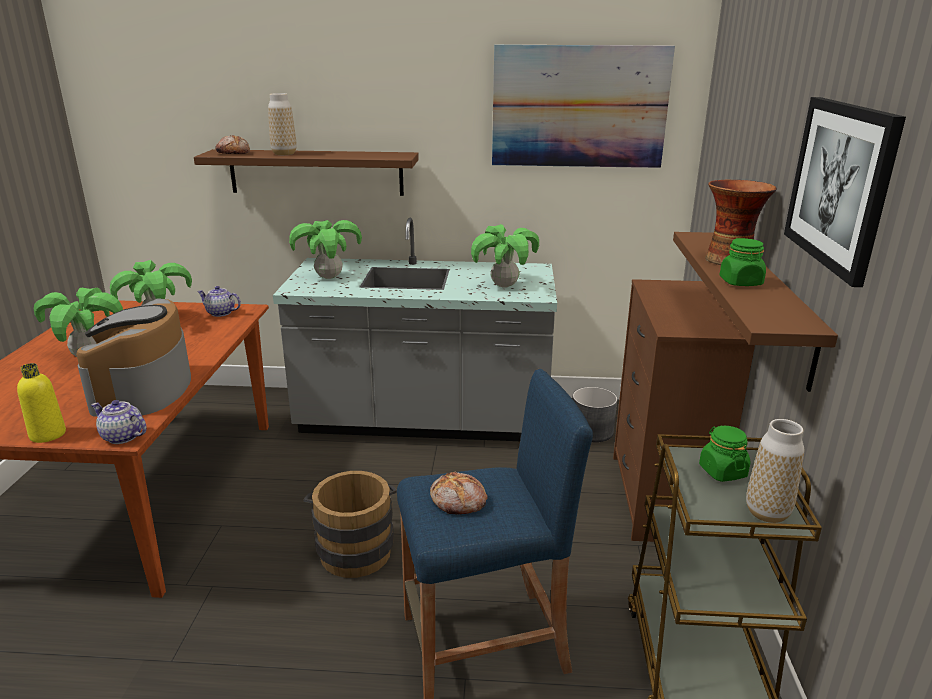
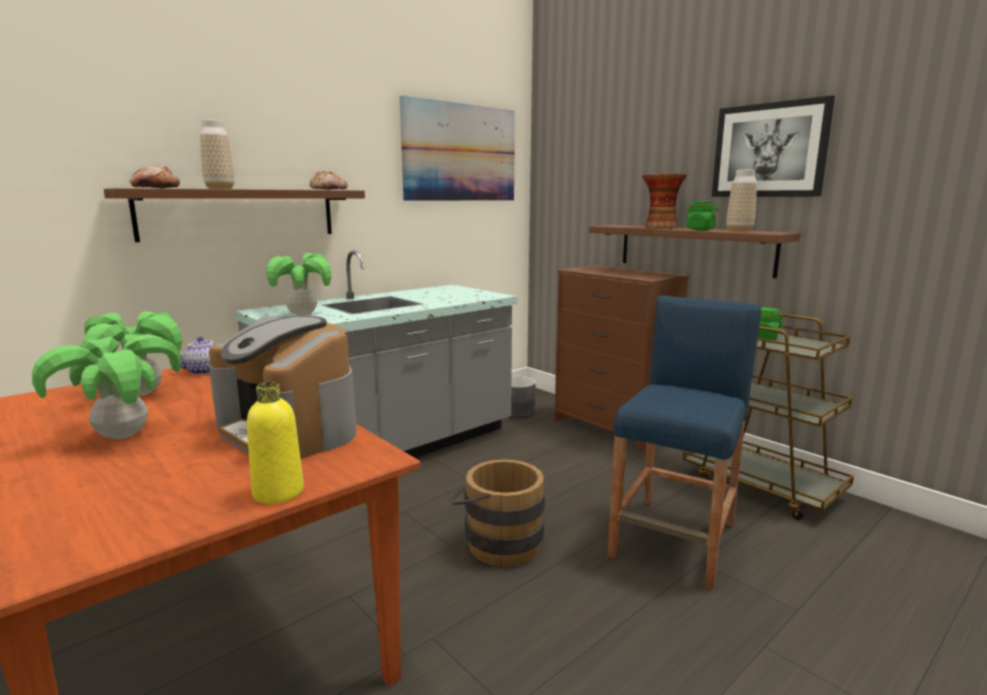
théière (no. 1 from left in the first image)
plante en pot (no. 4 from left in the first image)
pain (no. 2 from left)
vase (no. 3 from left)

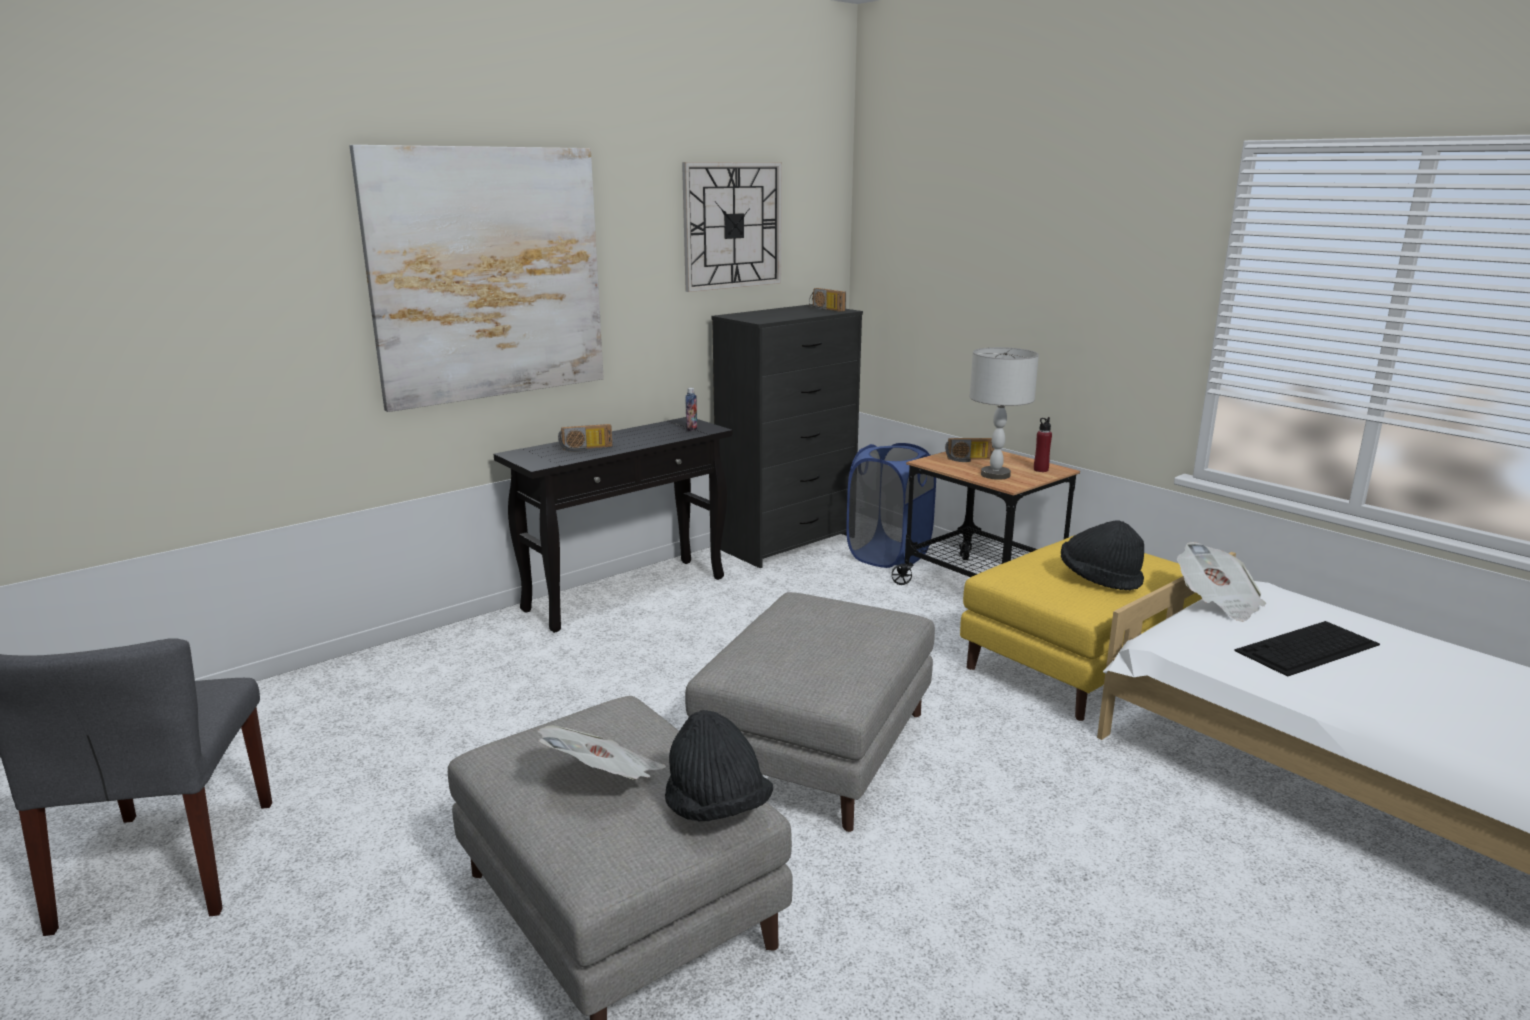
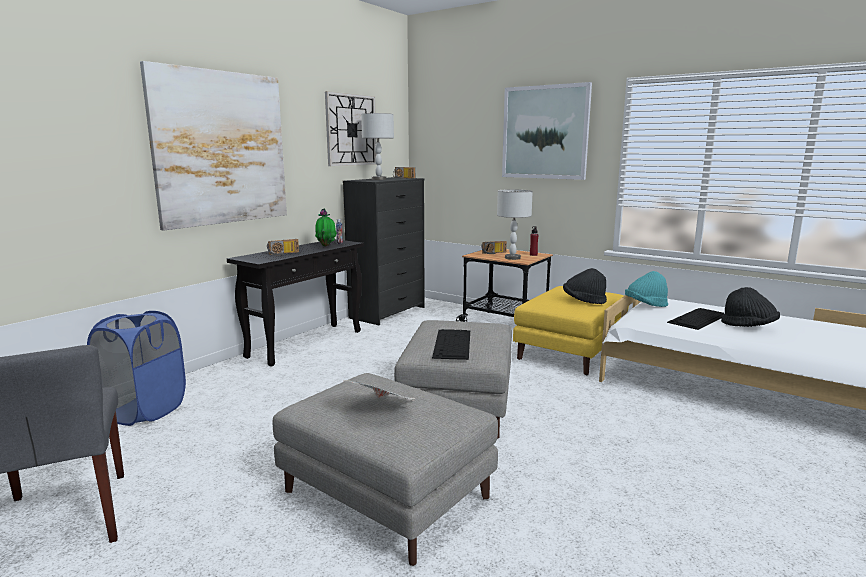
plante en pot
lampe de table/gris (no. 1 from left)
clavier (no. 1 from left)
tableau (no. 2 from left)
chapeau/noir (no. 2 from left)
panier à linge/bleu
chapeau/turquoise

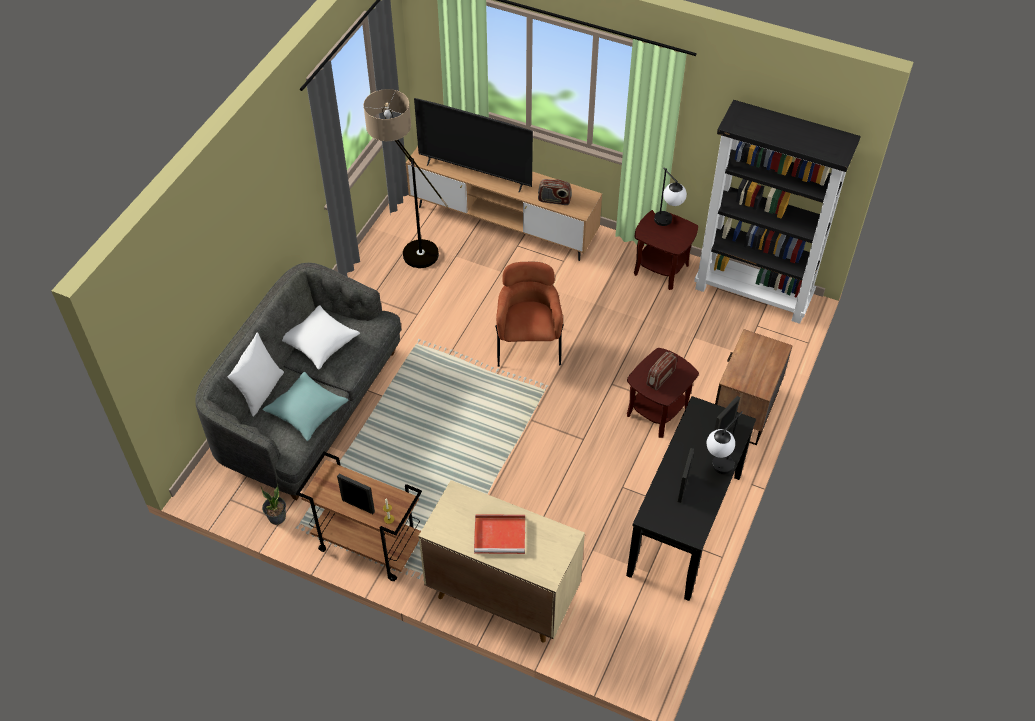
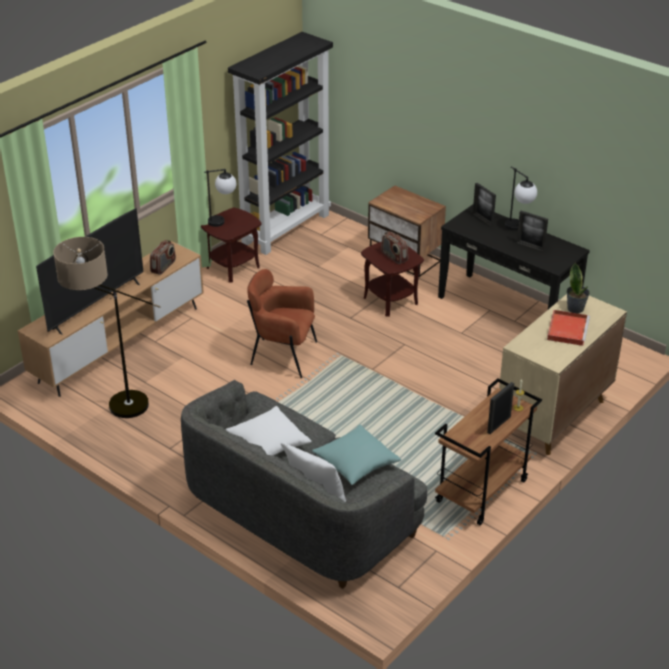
plante en pot

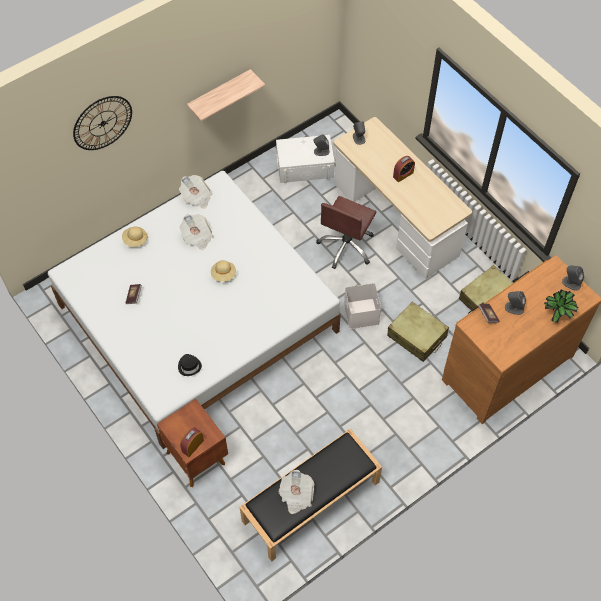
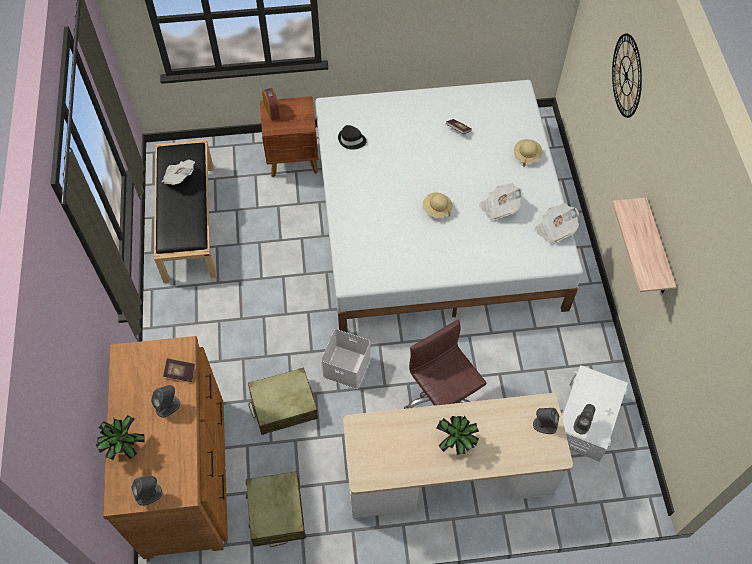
plante en pot (no. 2 from left)

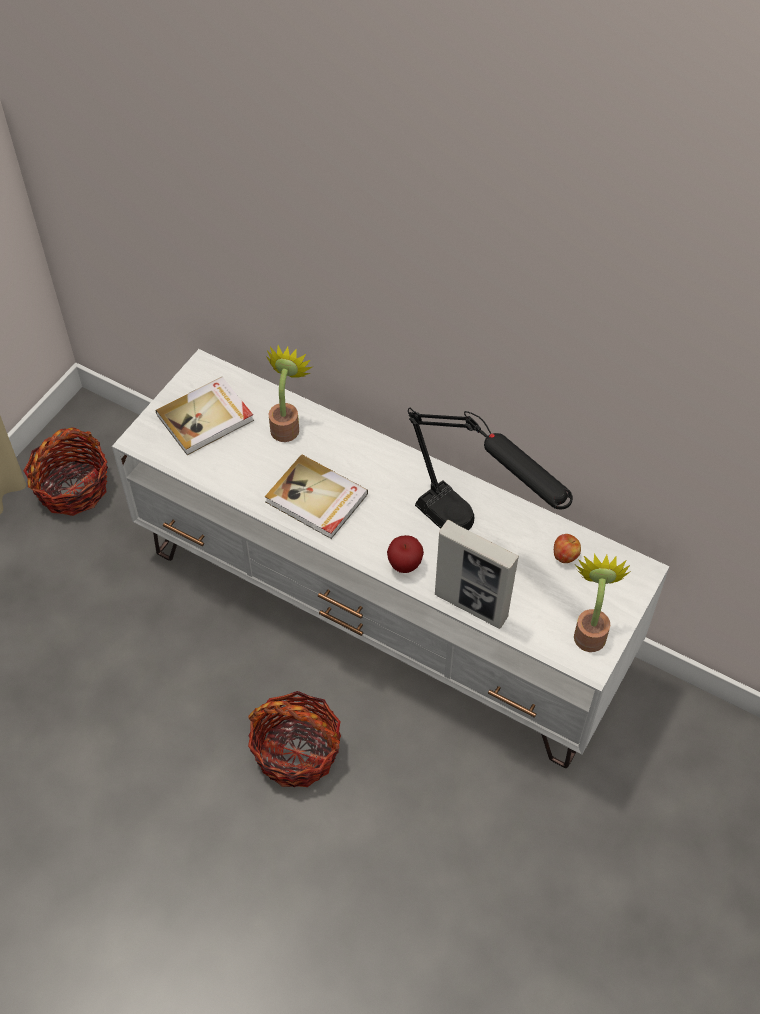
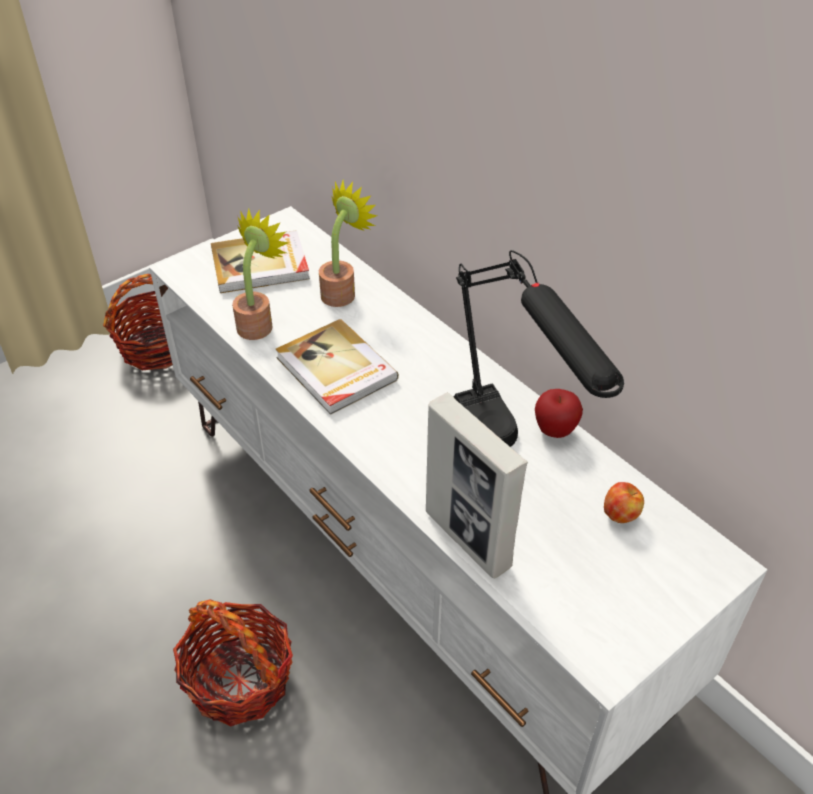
pomme (no. 1 from left)
plante en pot (no. 1 from left)

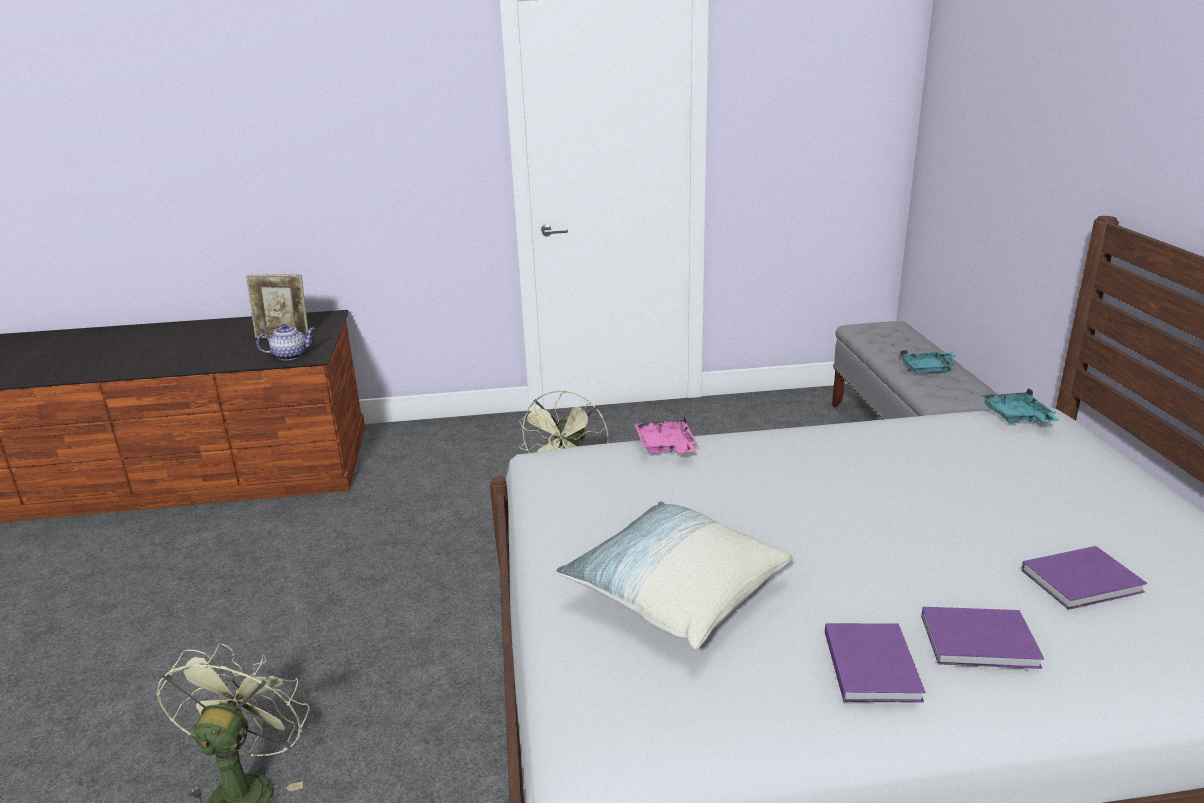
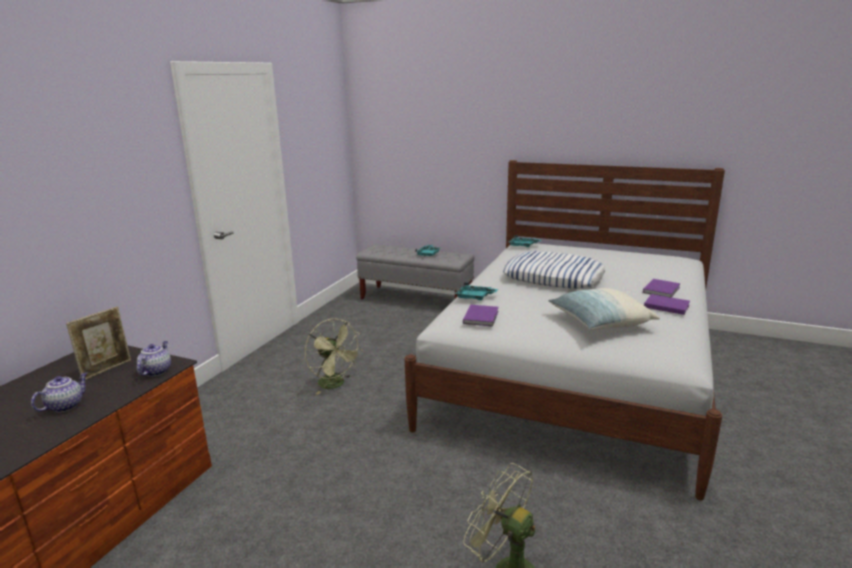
théière (no. 1 from left)
coussin (no. 1 from left)
livre/violet (no. 1 from left)
plateau/turquoise (no. 2 from left)

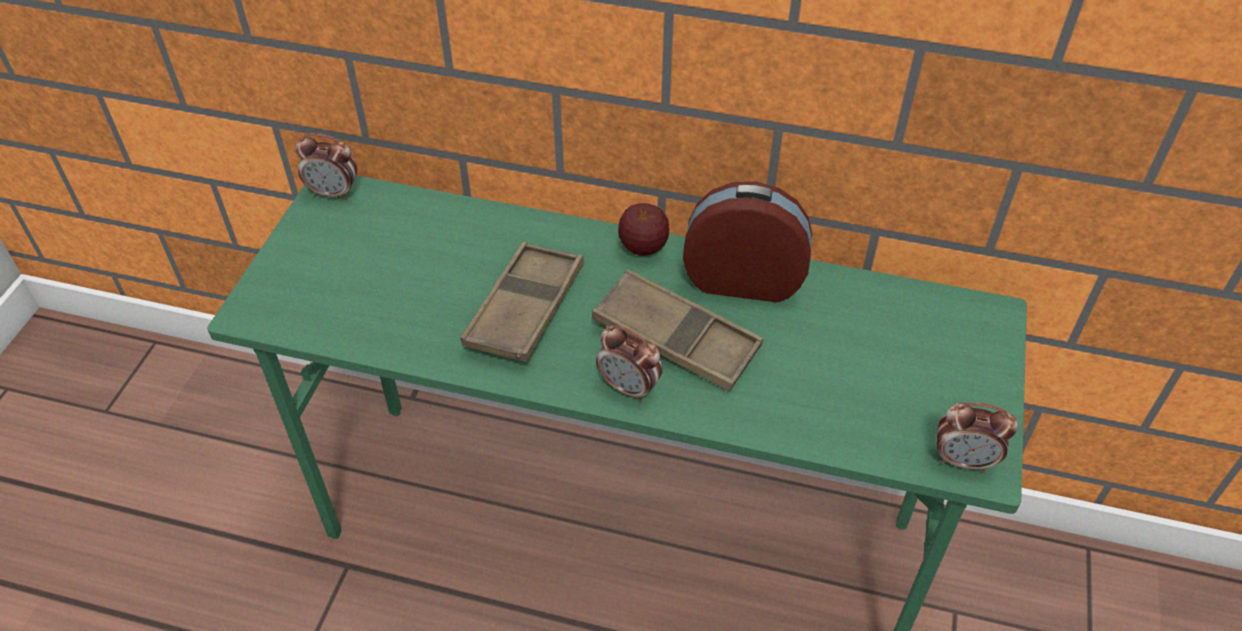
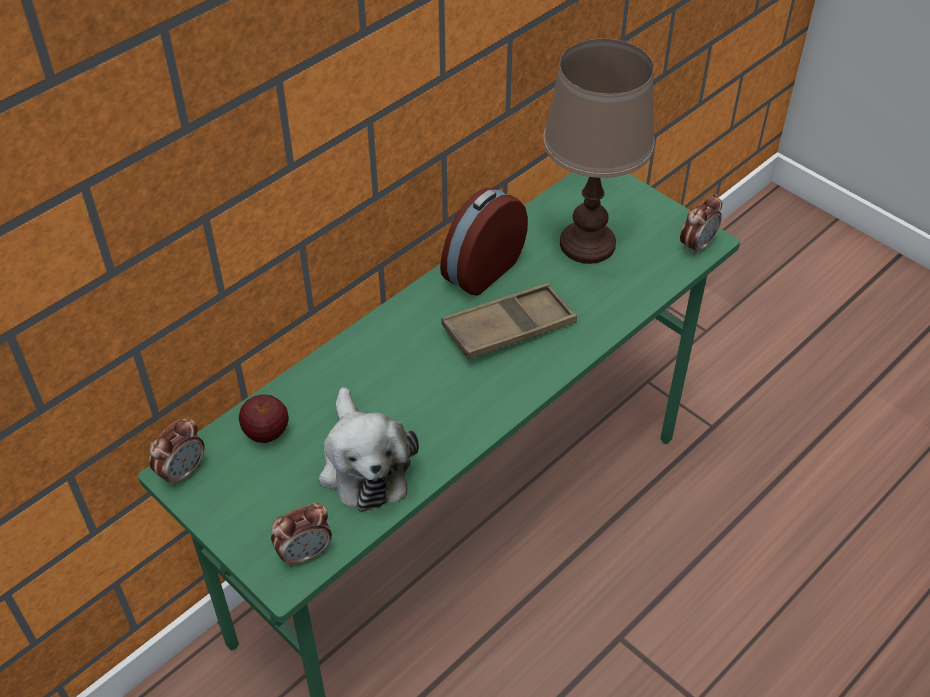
plateau/marron (no. 1 from left in the first image)
peluche
lampe de table/marron
réveil (no. 2 from left)
pomme

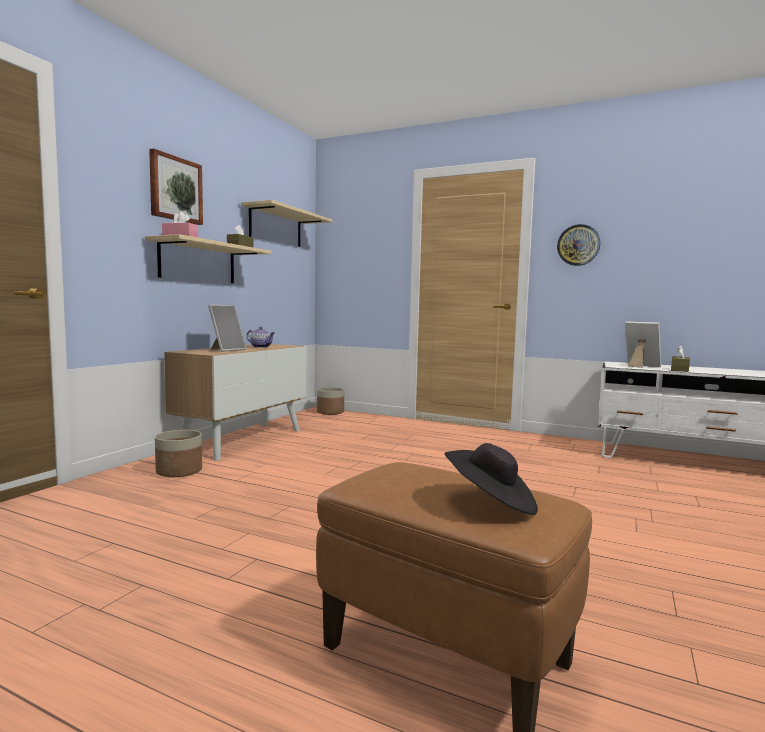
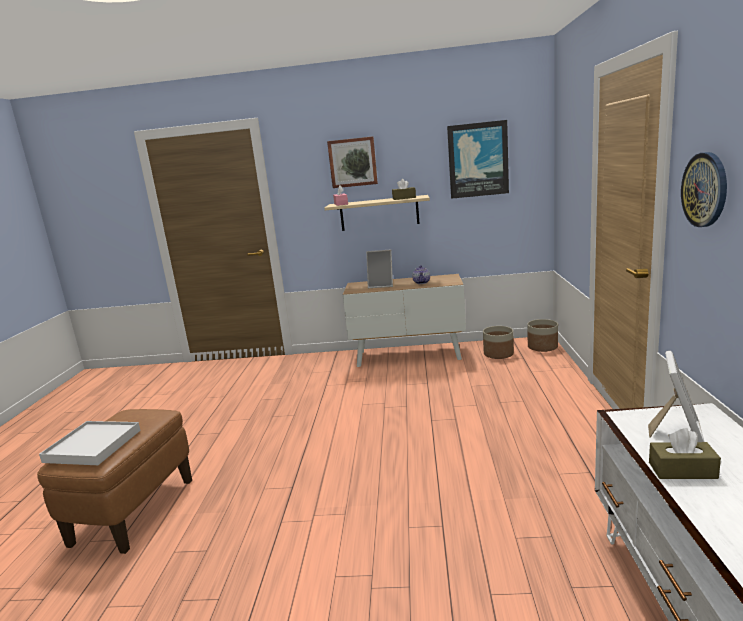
cache-pot (no. 1 from left)
tableau (no. 2 from left)
plateau/blanc

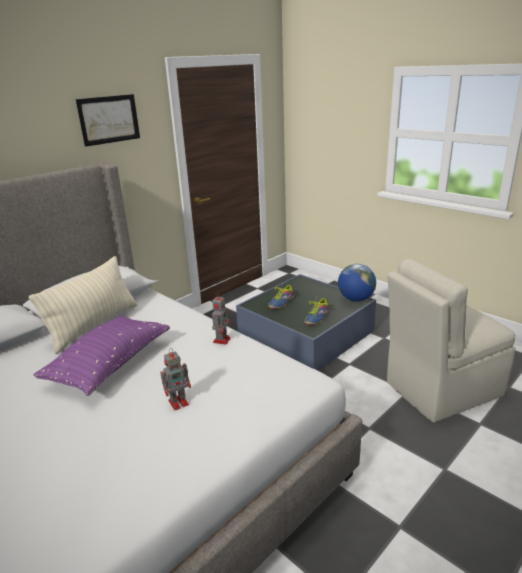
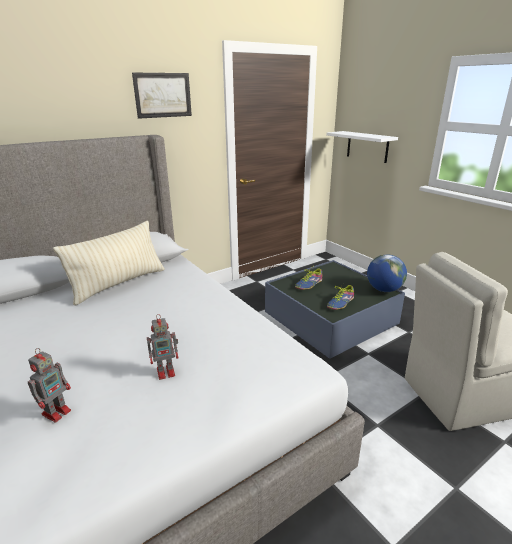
coussin/violet
étagère/blanc
robot jouet (no. 1 from left)

